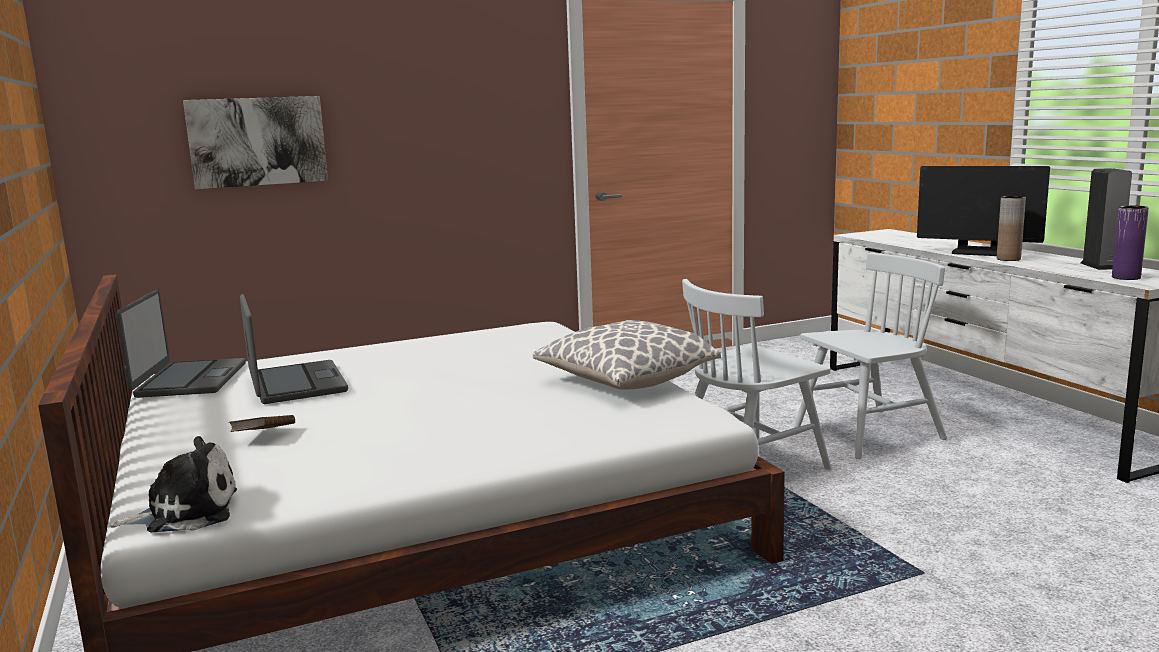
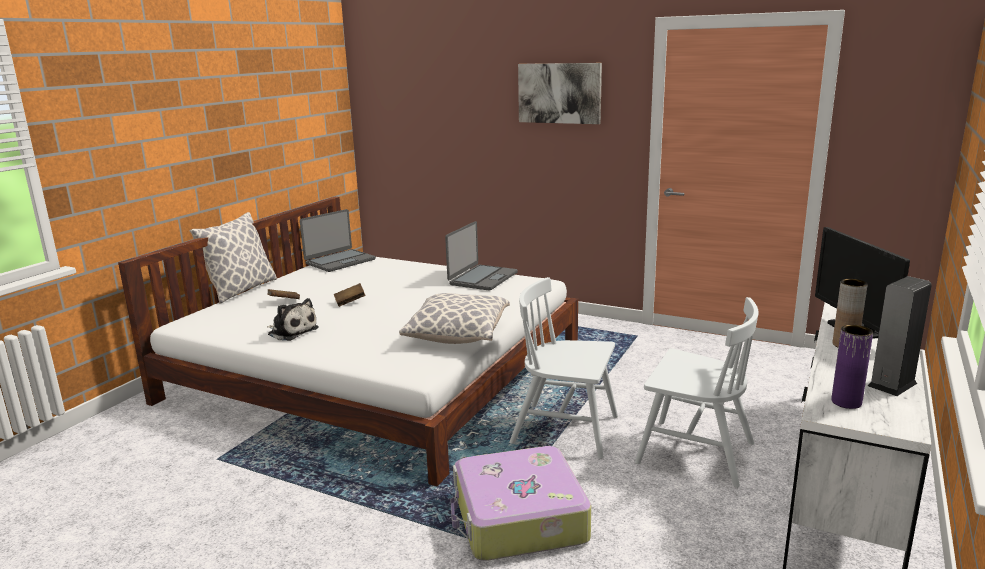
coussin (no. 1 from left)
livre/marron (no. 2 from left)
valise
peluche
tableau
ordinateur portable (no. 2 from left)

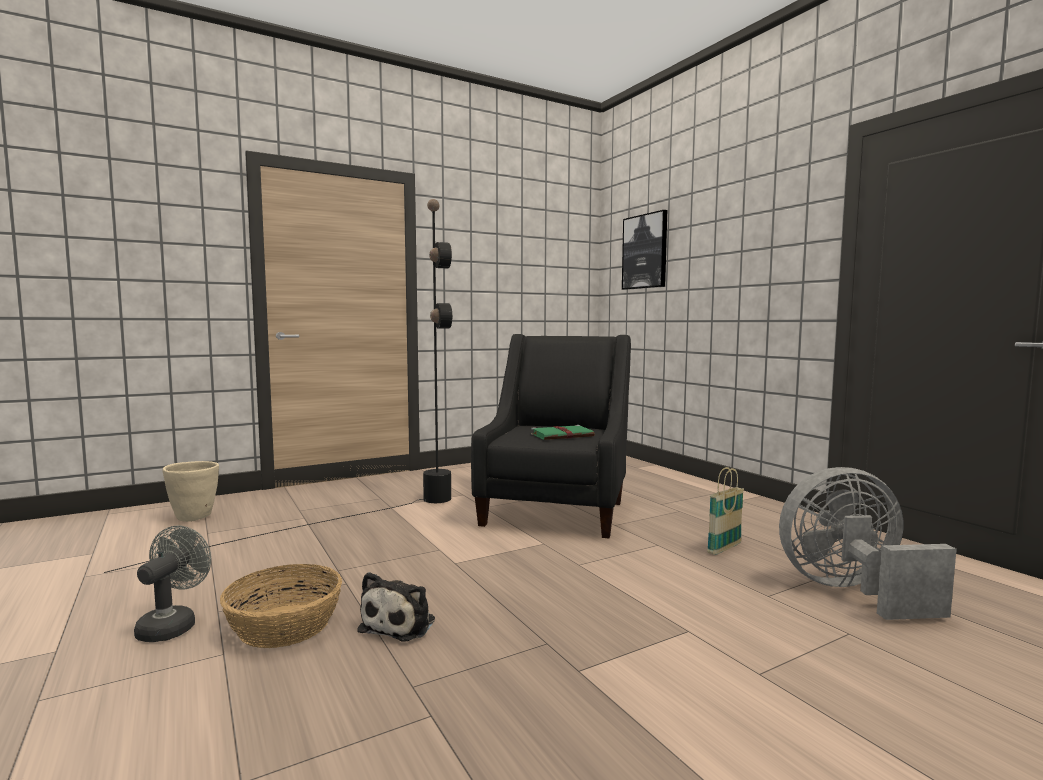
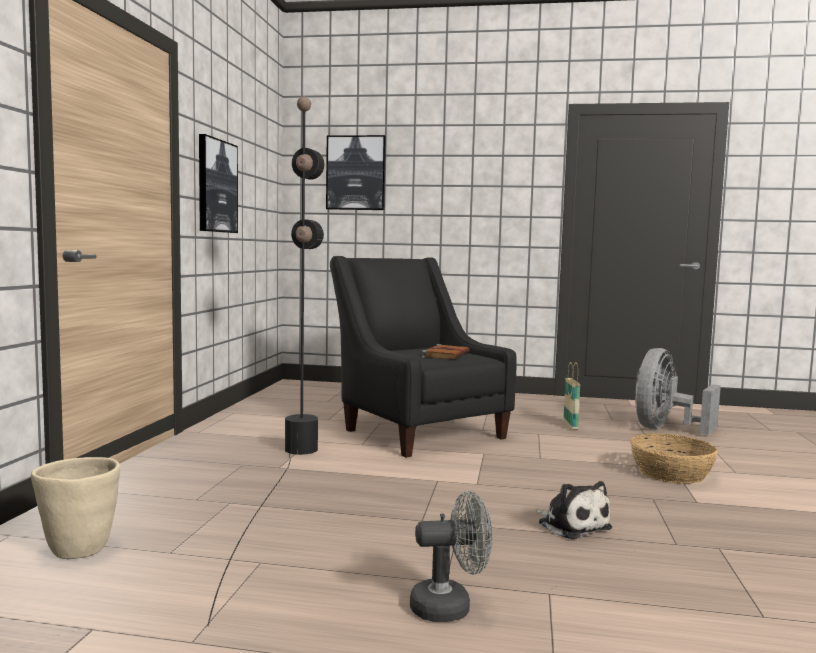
tableau (no. 1 from left)
panier (no. 2 from left)
livre/marron
ventilateur/gris (no. 1 from left)

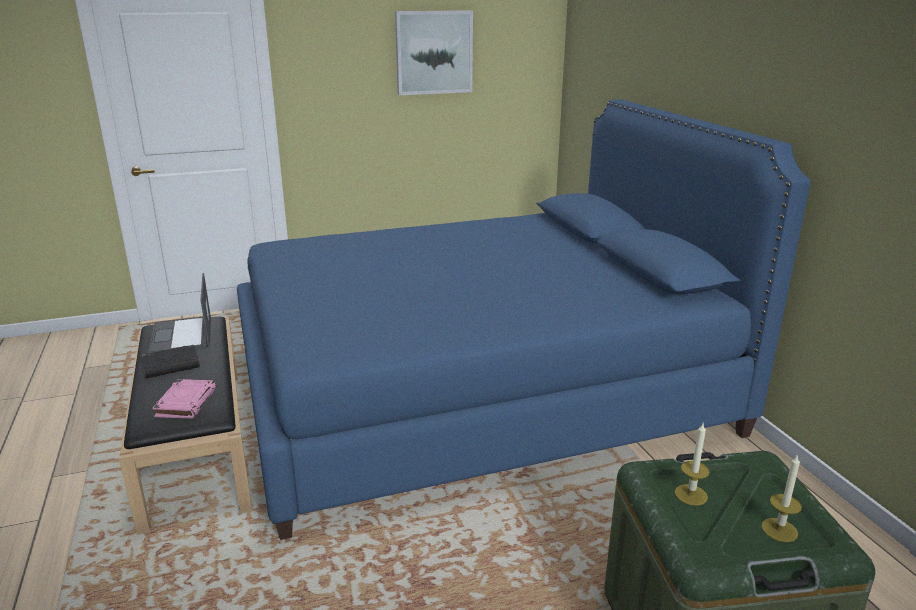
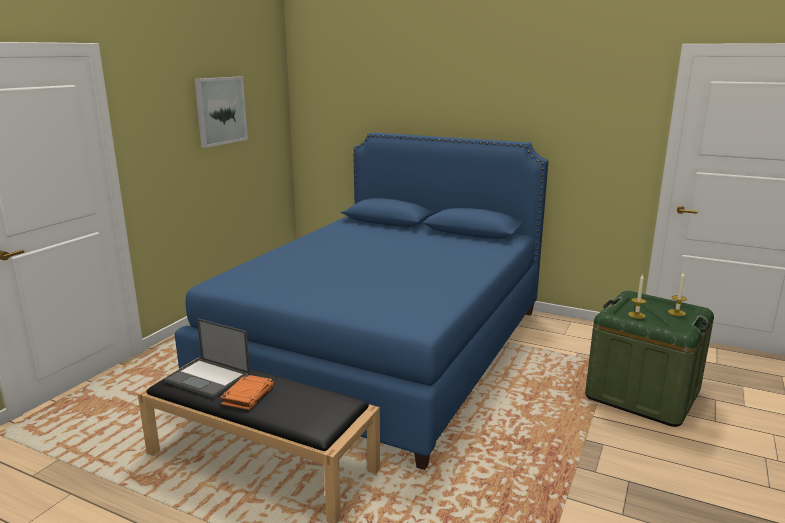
livre/rose
livre/orange

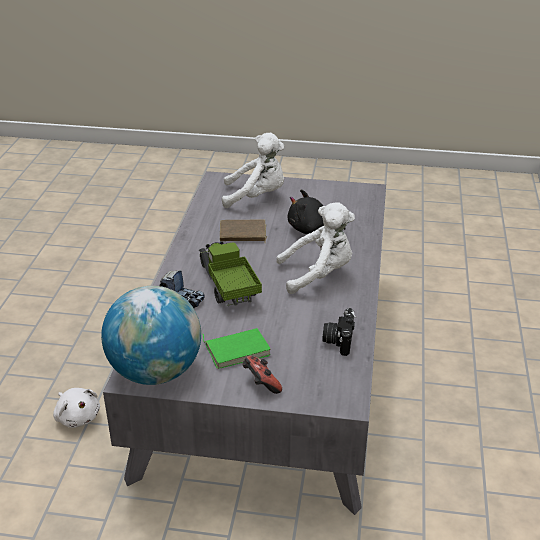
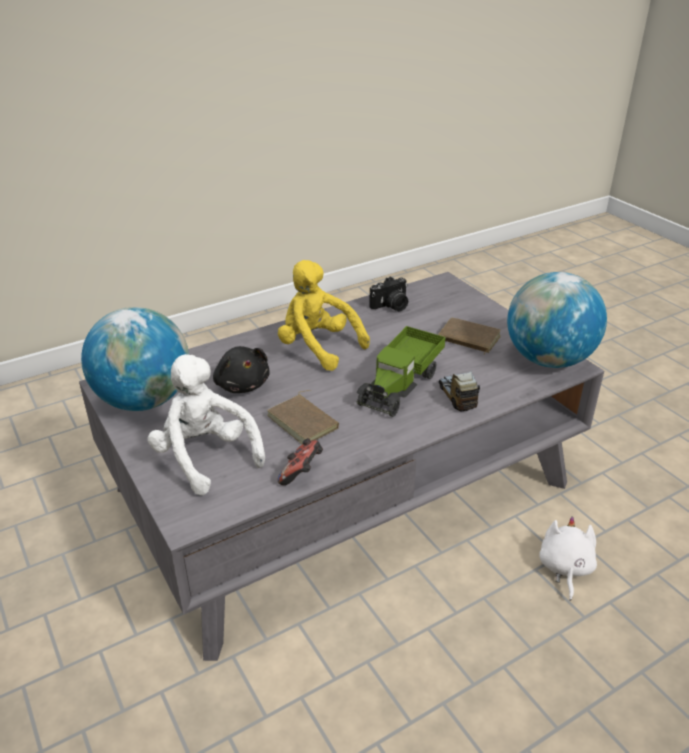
globe (no. 1 from left)
manette
livre/marron (no. 2 from left)
peluche/jaune

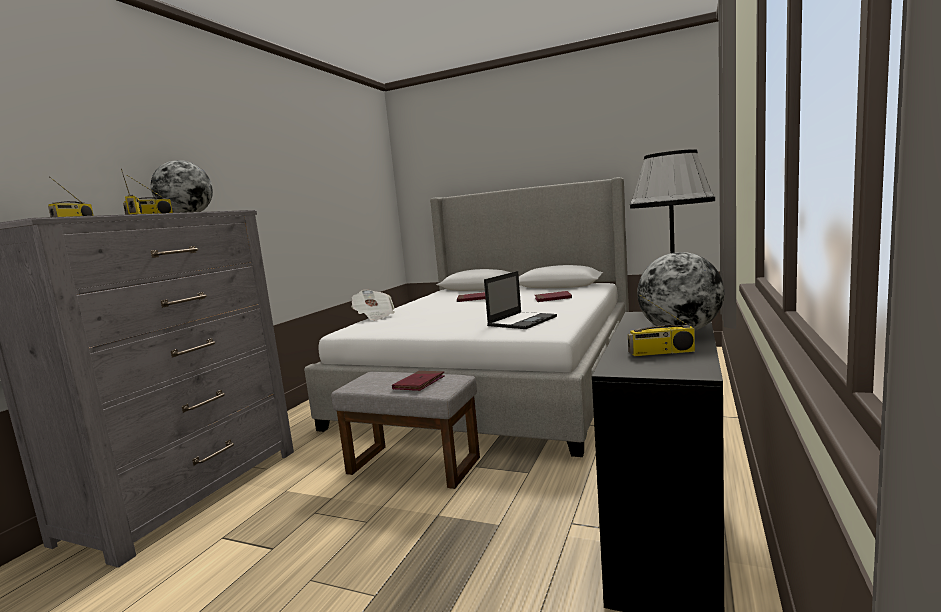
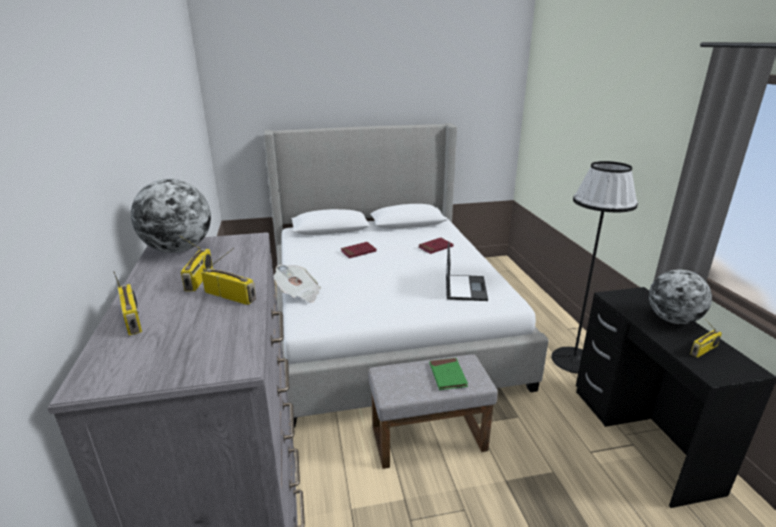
livre/vert

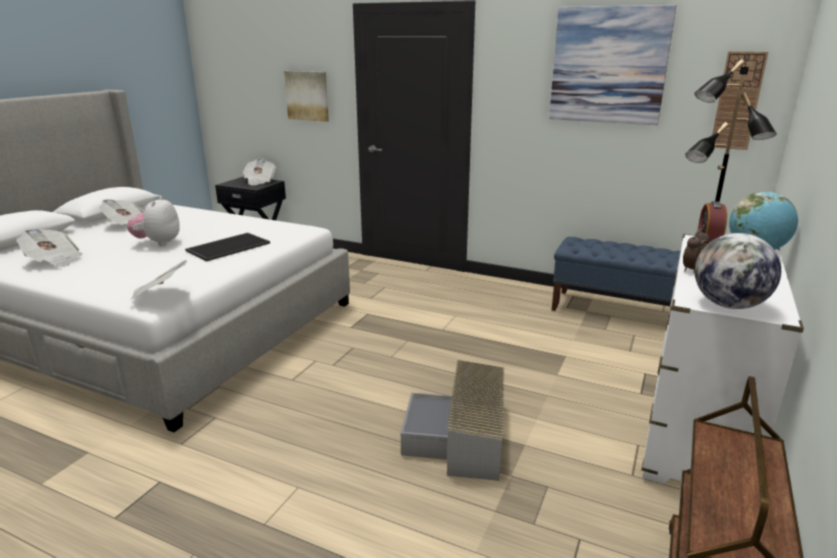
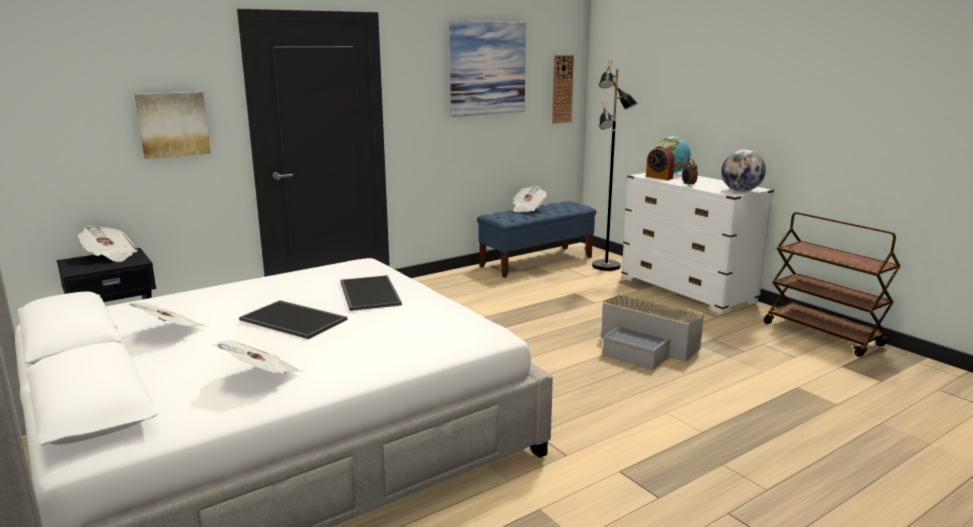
journal (no. 4 from left)
plateau (no. 1 from left)

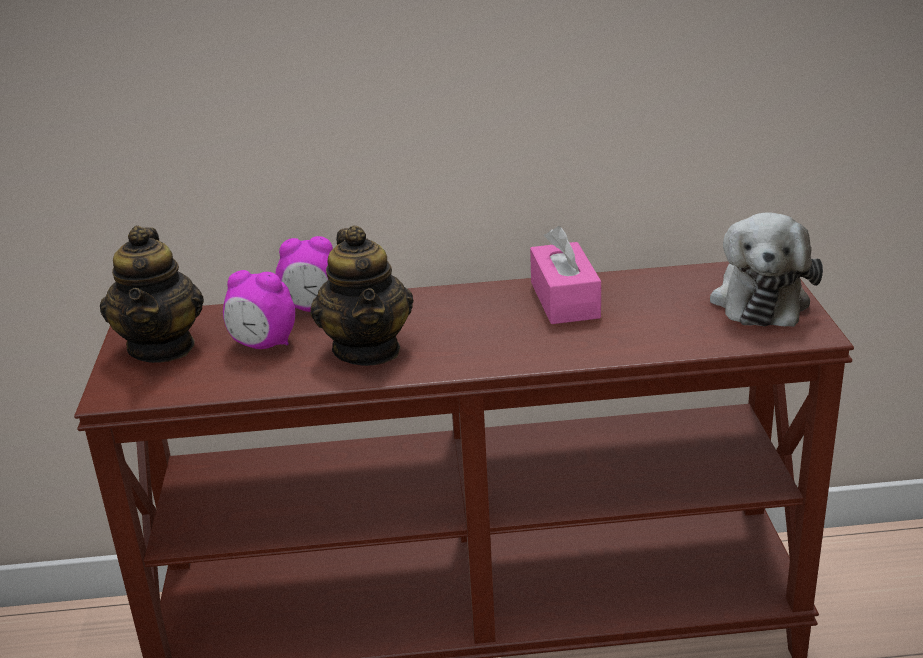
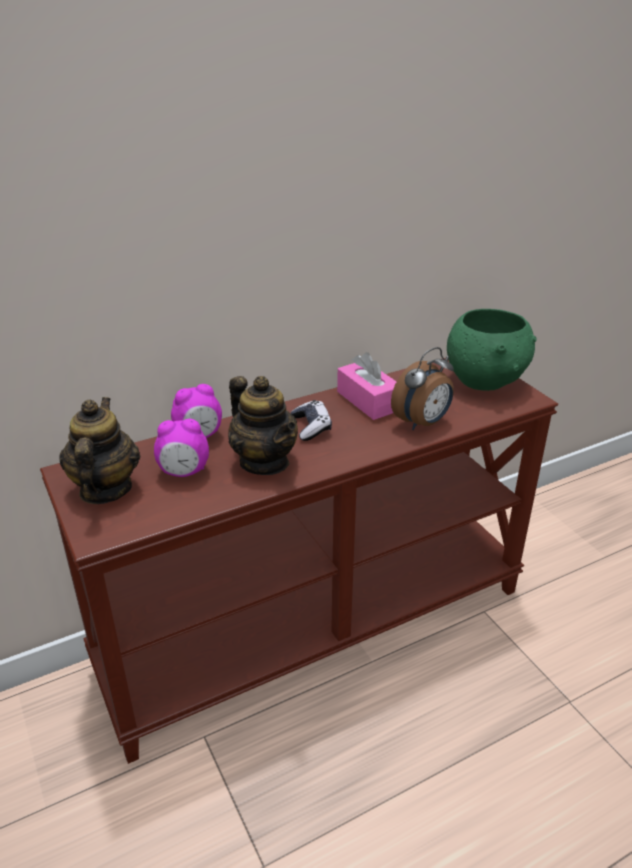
manette
réveil (no. 3 from left)
bol/vert
théière (no. 1 from left)

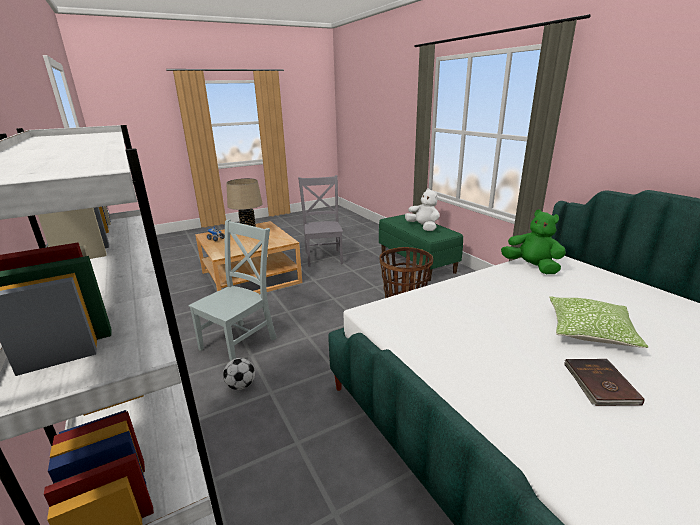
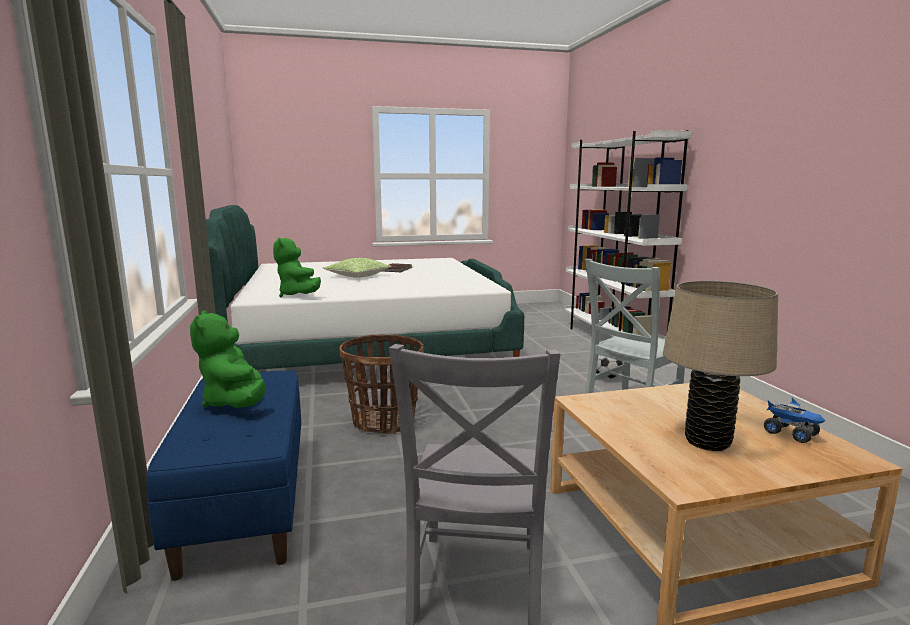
banc/bleu
peluche/vert (no. 1 from left)

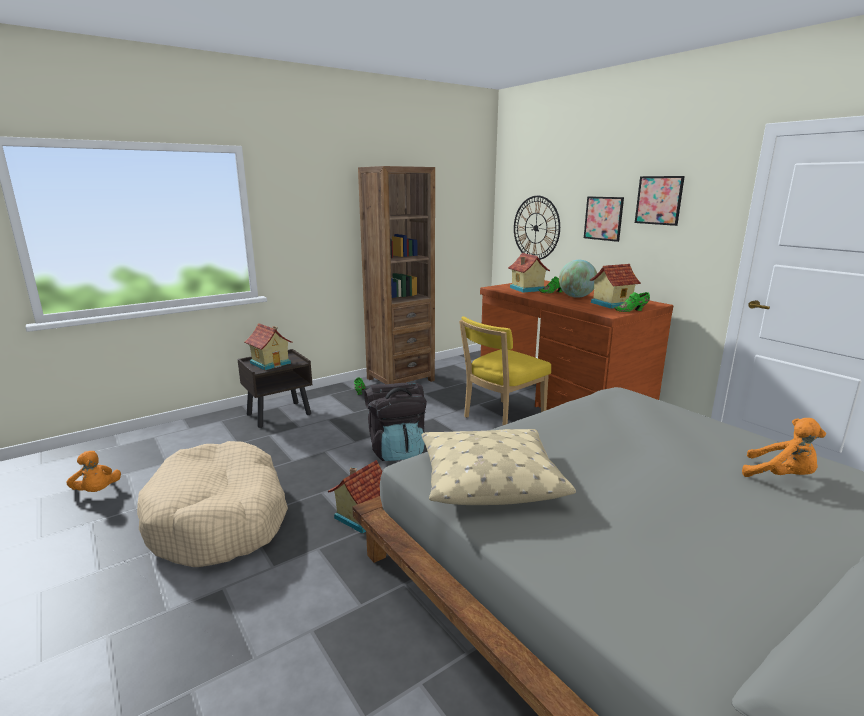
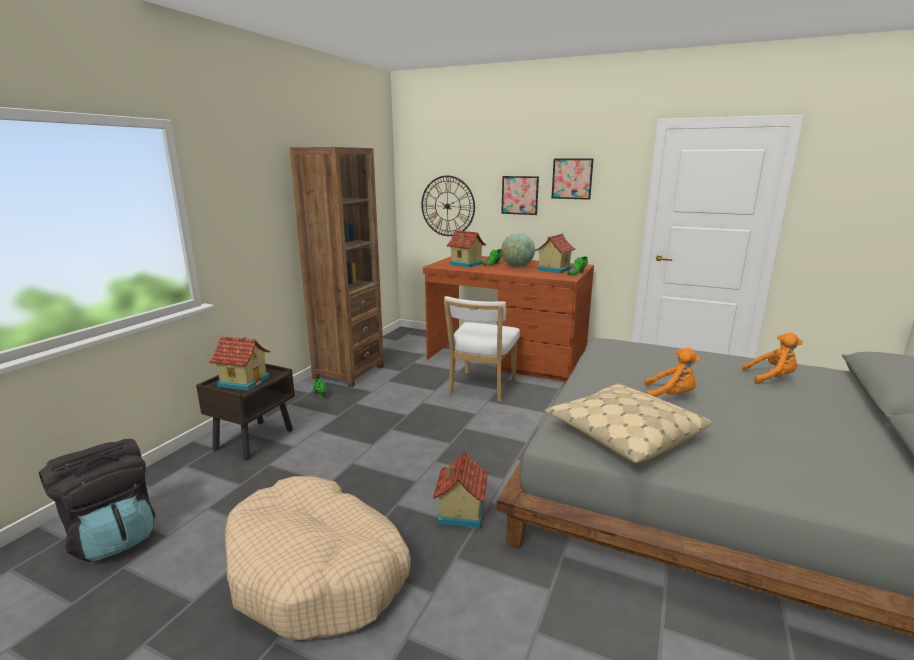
peluche/orange (no. 1 from left)
sac à dos/noir
chaise/blanc

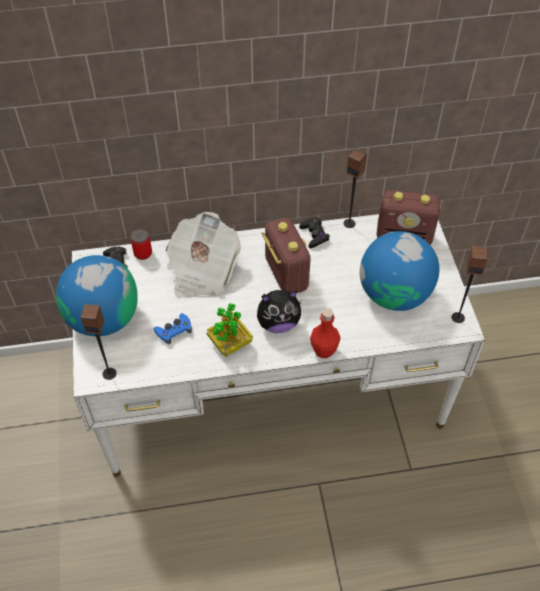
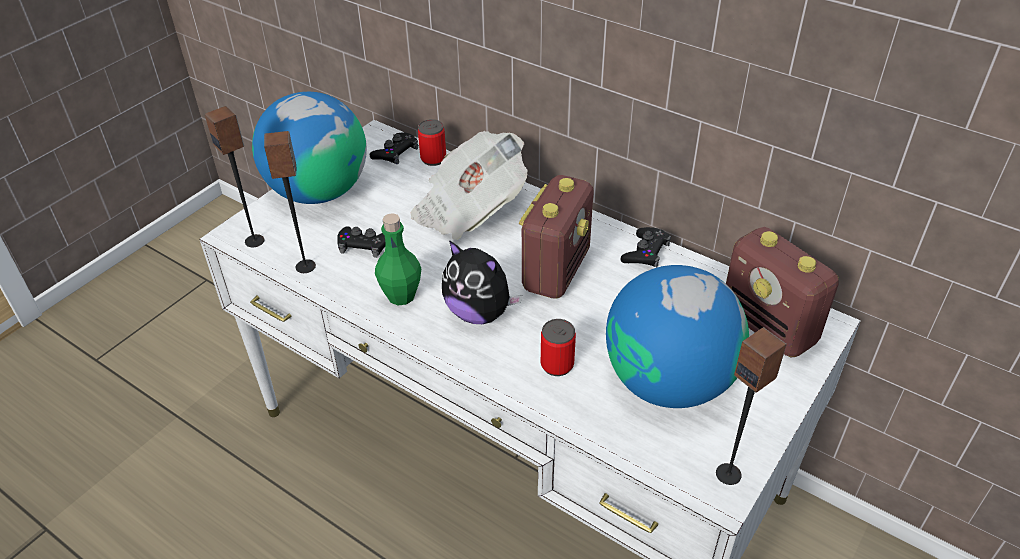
bouteille/rouge
boîte métallique (no. 2 from left)
enceinte (no. 2 from left)
bouteille/vert
manette/noir (no. 1 from left)

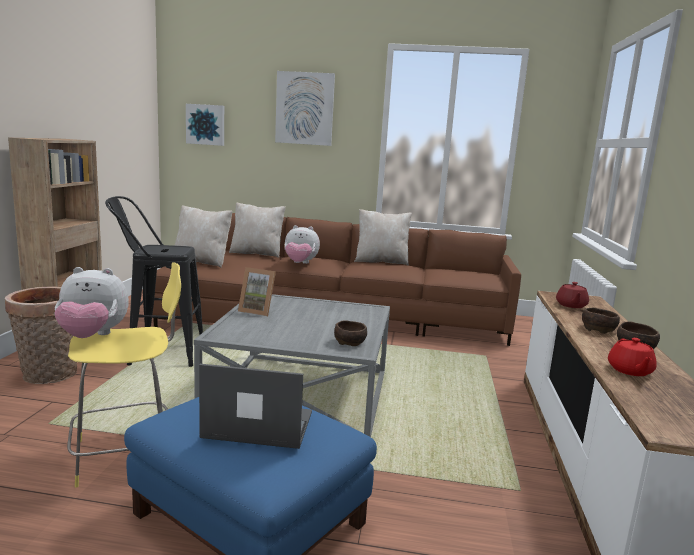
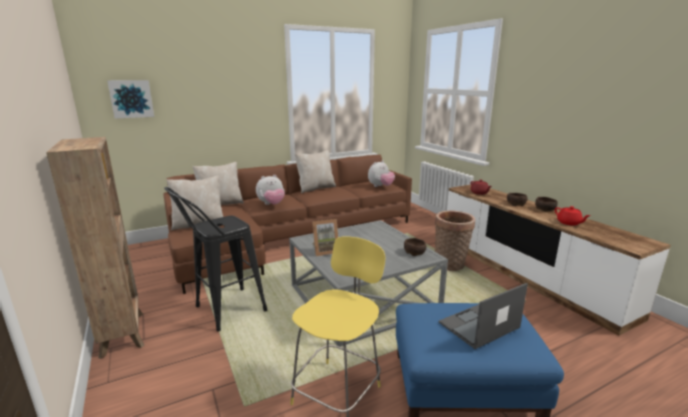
tableau (no. 2 from left in the first image)
panier
peluche (no. 2 from left)

